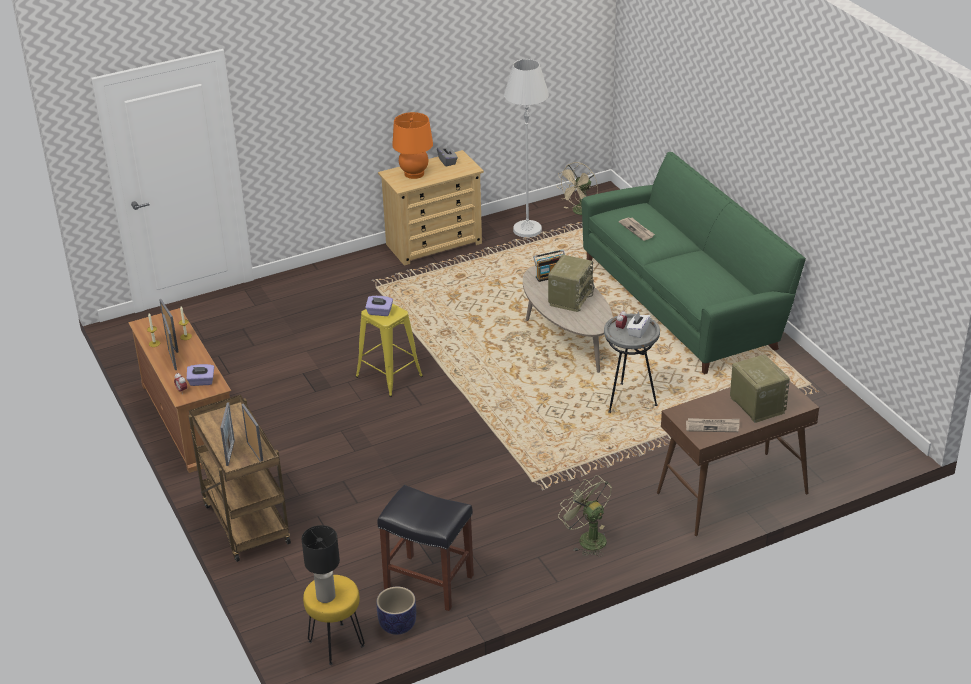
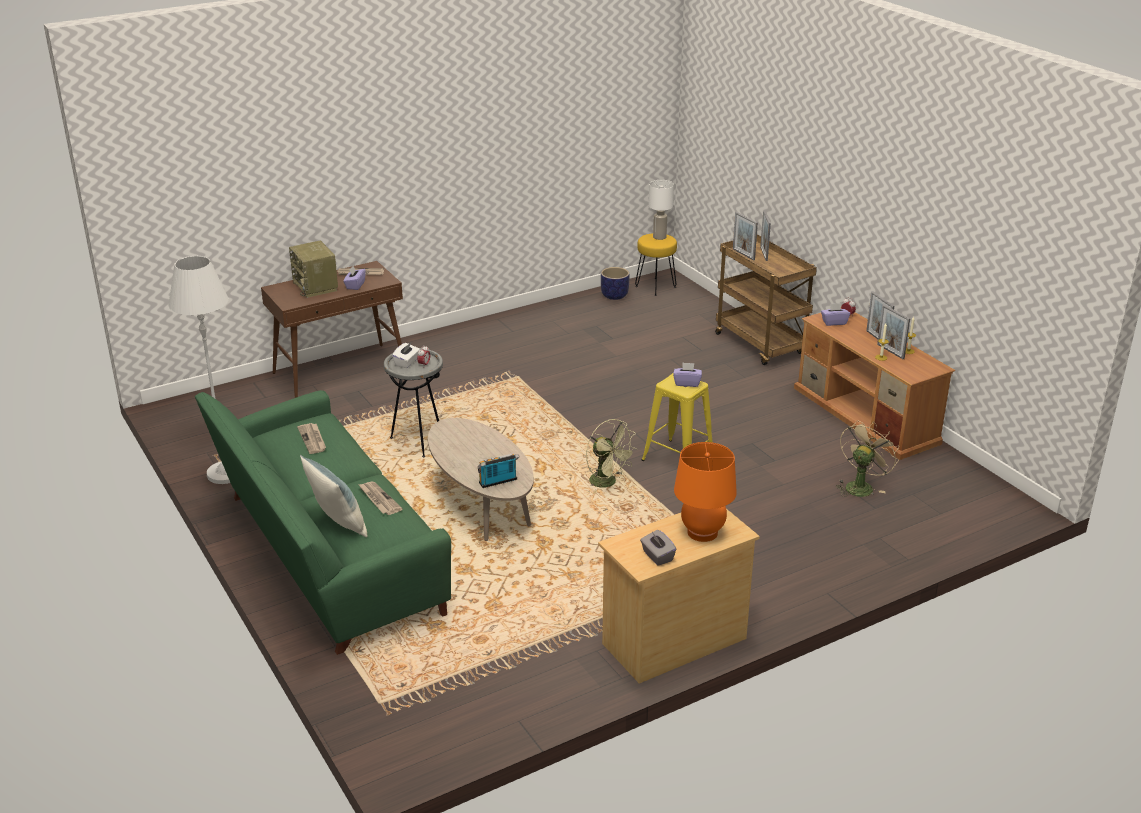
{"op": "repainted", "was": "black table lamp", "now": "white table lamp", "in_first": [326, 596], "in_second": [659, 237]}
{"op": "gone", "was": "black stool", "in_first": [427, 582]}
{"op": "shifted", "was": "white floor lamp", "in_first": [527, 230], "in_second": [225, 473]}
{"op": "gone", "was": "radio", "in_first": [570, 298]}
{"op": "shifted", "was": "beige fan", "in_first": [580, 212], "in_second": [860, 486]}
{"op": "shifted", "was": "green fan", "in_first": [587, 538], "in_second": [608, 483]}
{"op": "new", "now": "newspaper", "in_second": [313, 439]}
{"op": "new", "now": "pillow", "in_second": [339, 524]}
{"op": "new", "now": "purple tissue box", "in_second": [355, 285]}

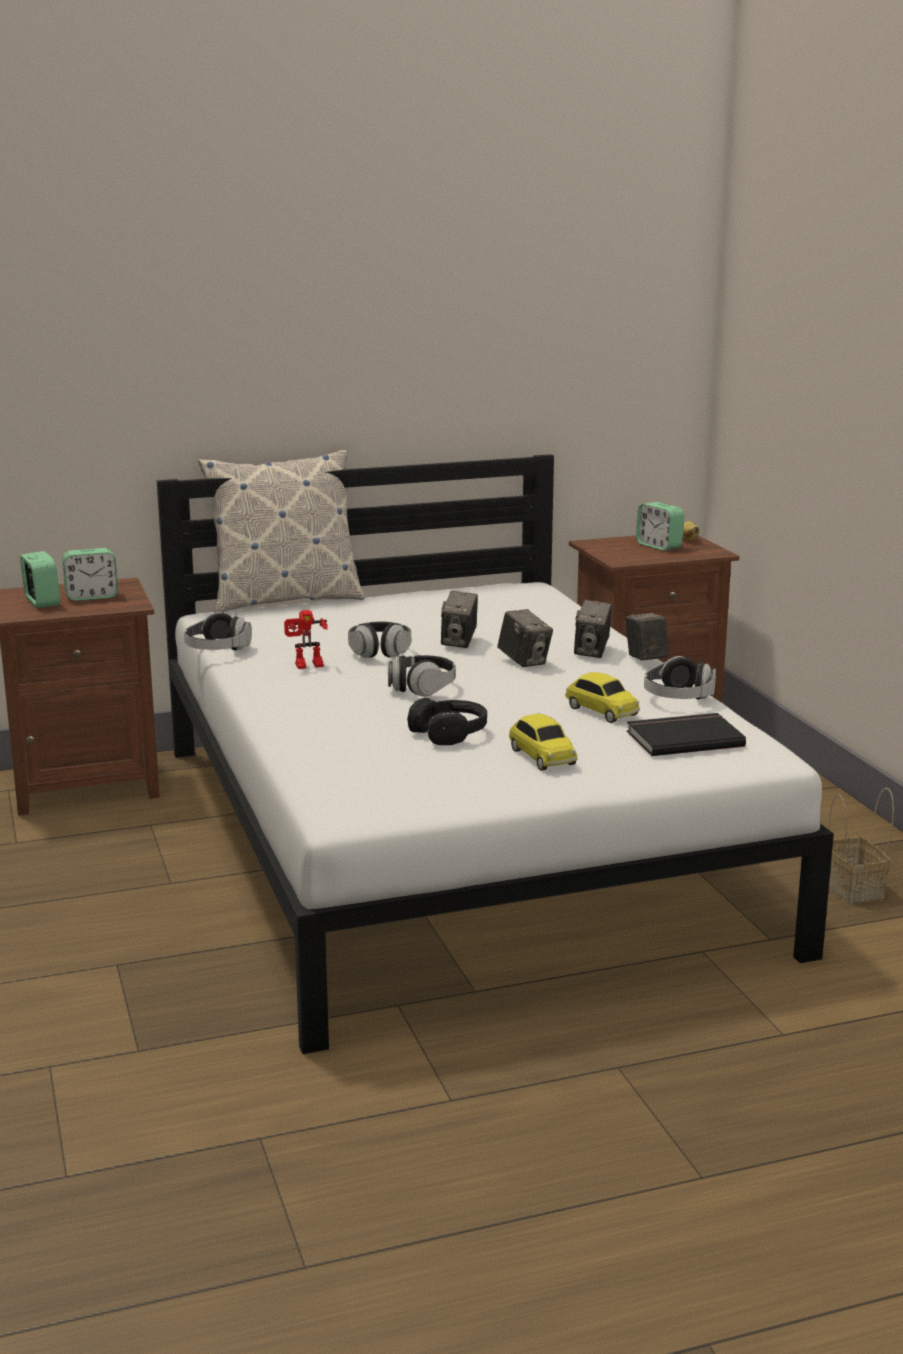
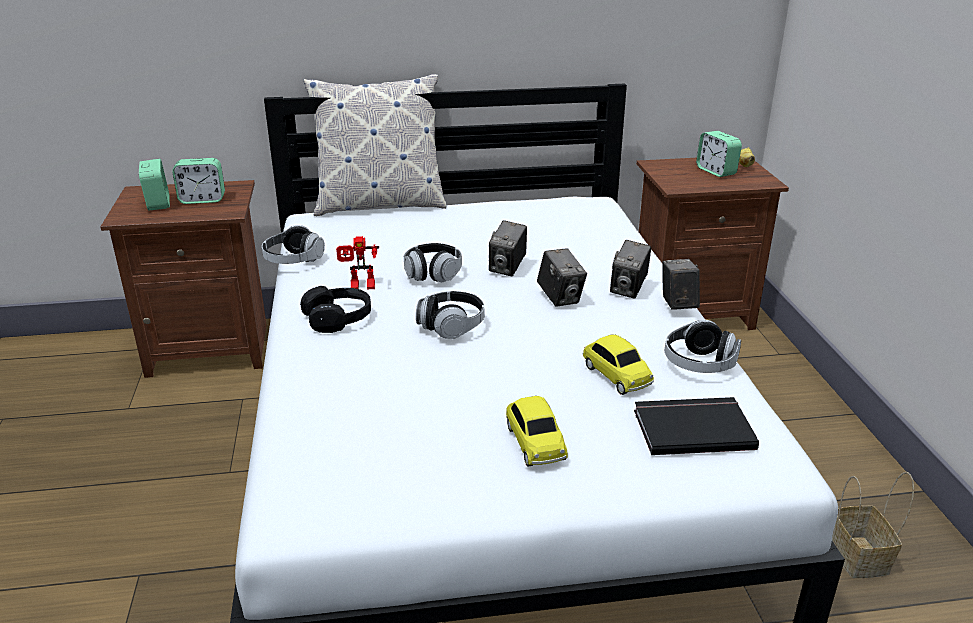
{"op": "shifted", "was": "black headphones", "in_first": [449, 733], "in_second": [338, 318]}

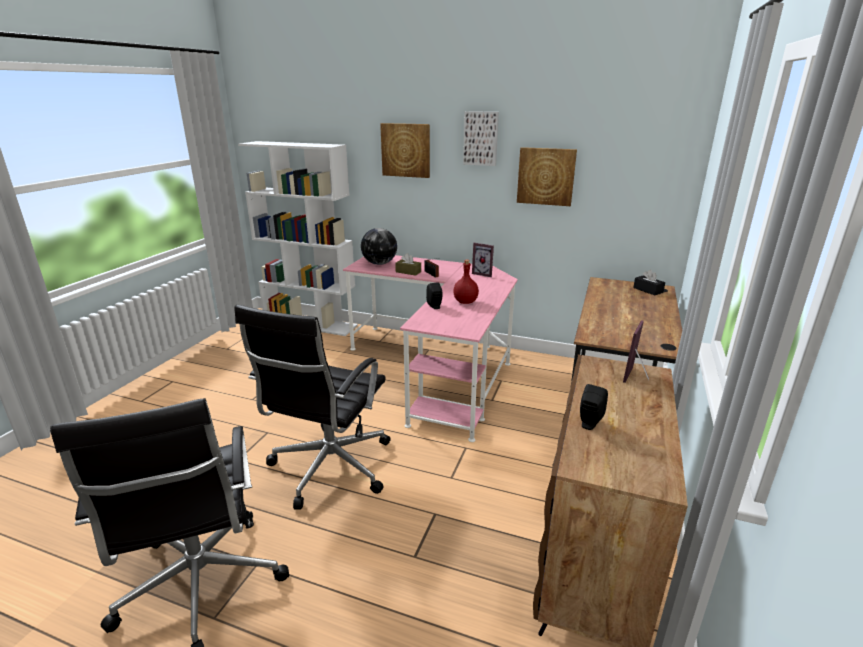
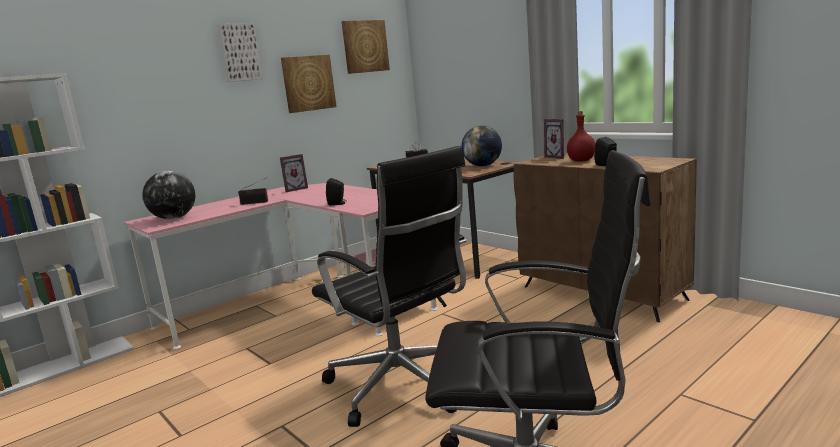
{"op": "shifted", "was": "picture", "in_first": [406, 150], "in_second": [365, 46]}
{"op": "gone", "was": "brown tissue box", "in_first": [408, 272]}
{"op": "shifted", "was": "red bottle", "in_first": [465, 302], "in_second": [581, 161]}
{"op": "new", "now": "globe", "in_second": [483, 165]}

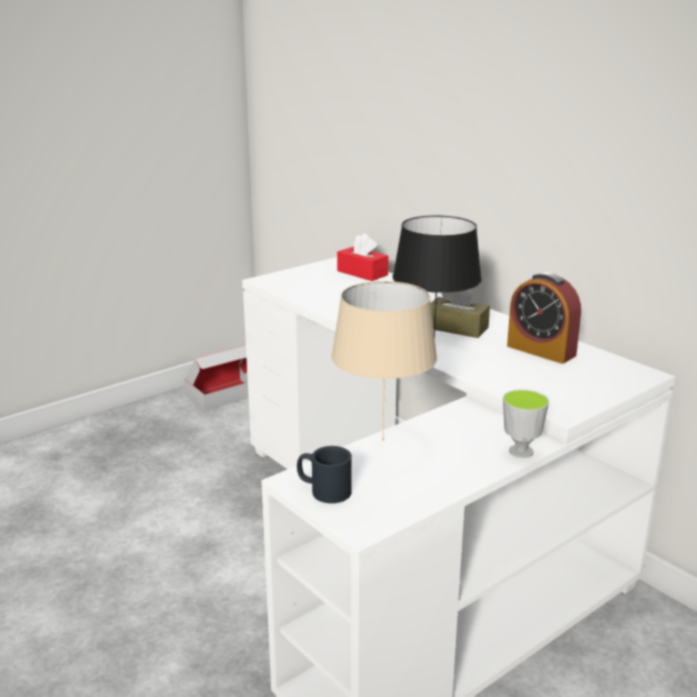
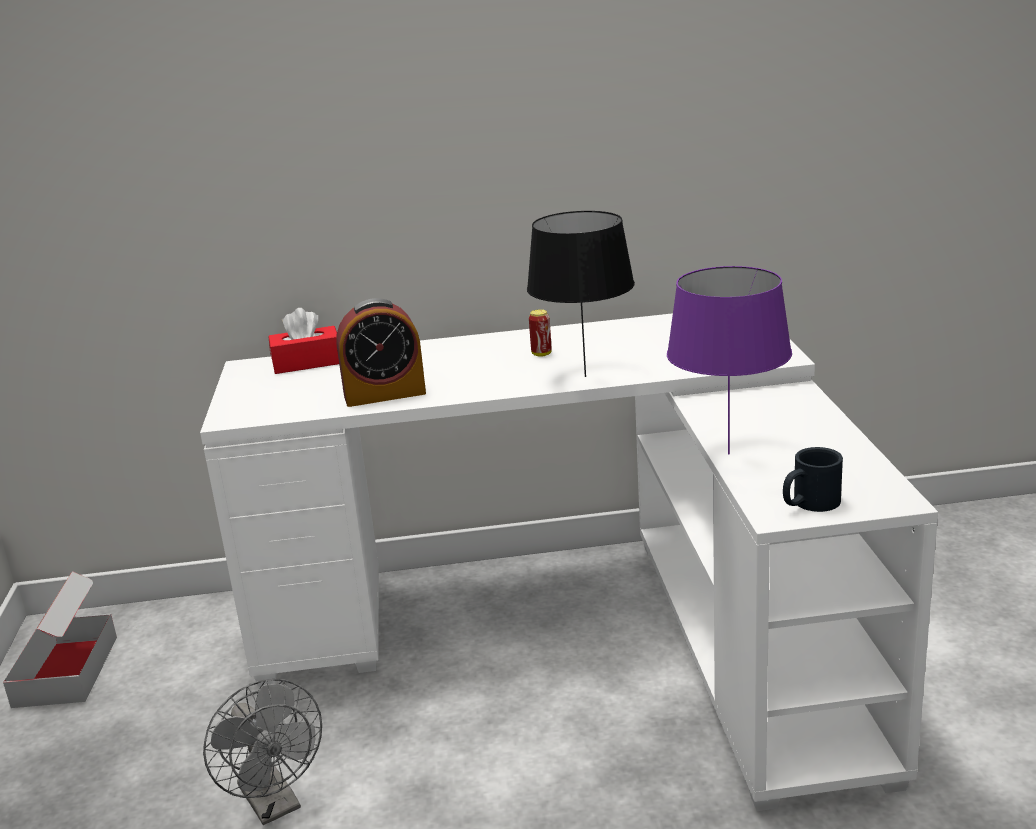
{"op": "repainted", "was": "beige table lamp", "now": "purple table lamp", "in_first": [382, 440], "in_second": [730, 454]}
{"op": "swapped", "was": "brown tissue box", "now": "can", "in_first": [457, 328], "in_second": [541, 354]}
{"op": "gone", "was": "cup", "in_first": [521, 452]}
{"op": "shifted", "was": "alarm clock", "in_first": [541, 350], "in_second": [384, 394]}
{"op": "new", "now": "grey fan", "in_second": [275, 805]}

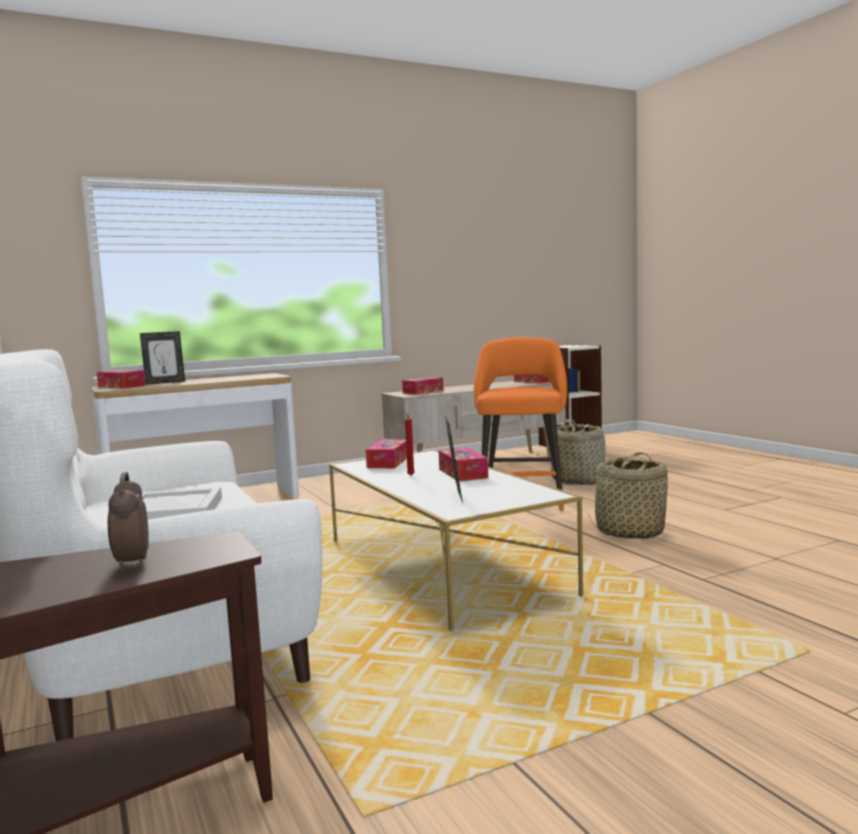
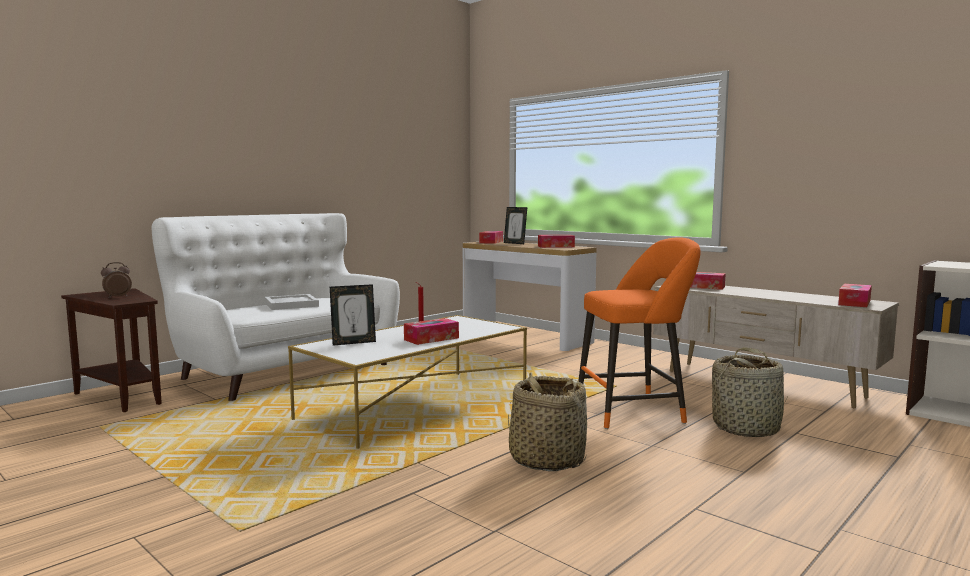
{"op": "shifted", "was": "tissue box", "in_first": [388, 462], "in_second": [556, 246]}

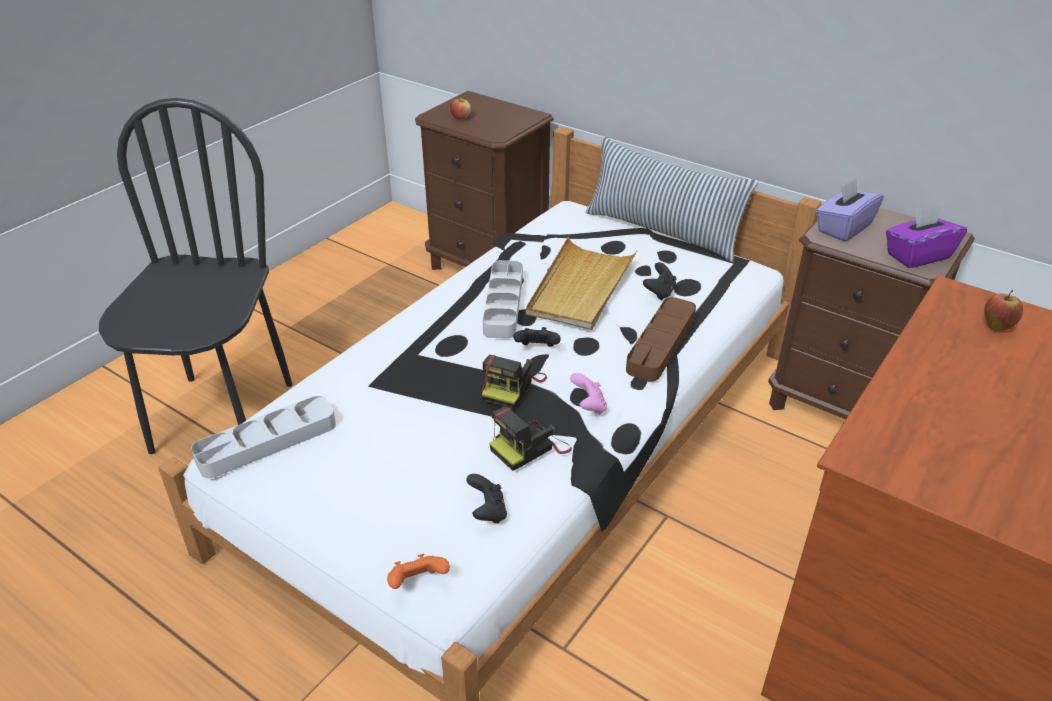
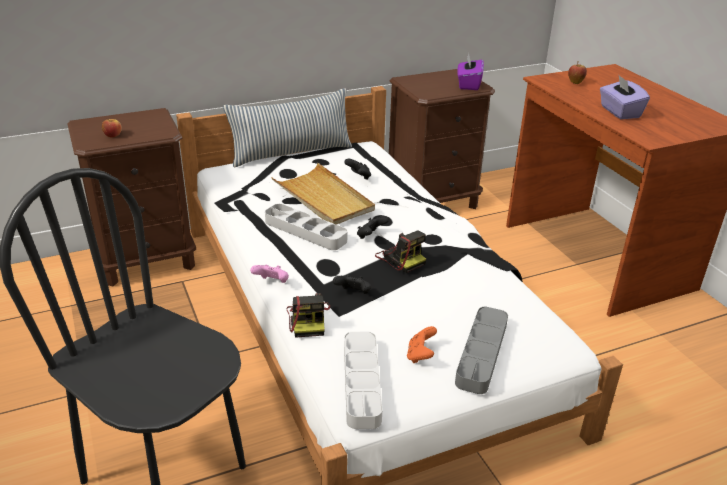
{"op": "shifted", "was": "orange game controller", "in_first": [418, 583], "in_second": [420, 355]}
{"op": "shifted", "was": "black game controller", "in_first": [487, 512], "in_second": [353, 294]}
{"op": "shifted", "was": "photo camera", "in_first": [530, 447], "in_second": [308, 320]}
{"op": "shifted", "was": "pink game controller", "in_first": [589, 406], "in_second": [272, 283]}
{"op": "gone", "was": "brown tray", "in_first": [661, 343]}
{"op": "shifted", "was": "purple tissue box", "in_first": [843, 228], "in_second": [619, 112]}
{"op": "new", "now": "grey tray", "in_second": [481, 353]}

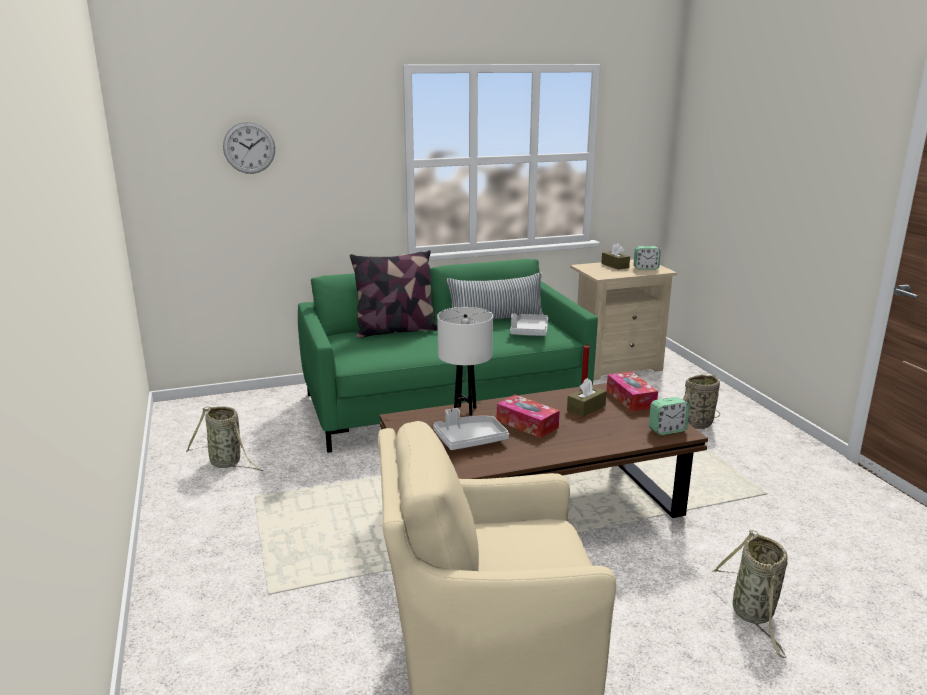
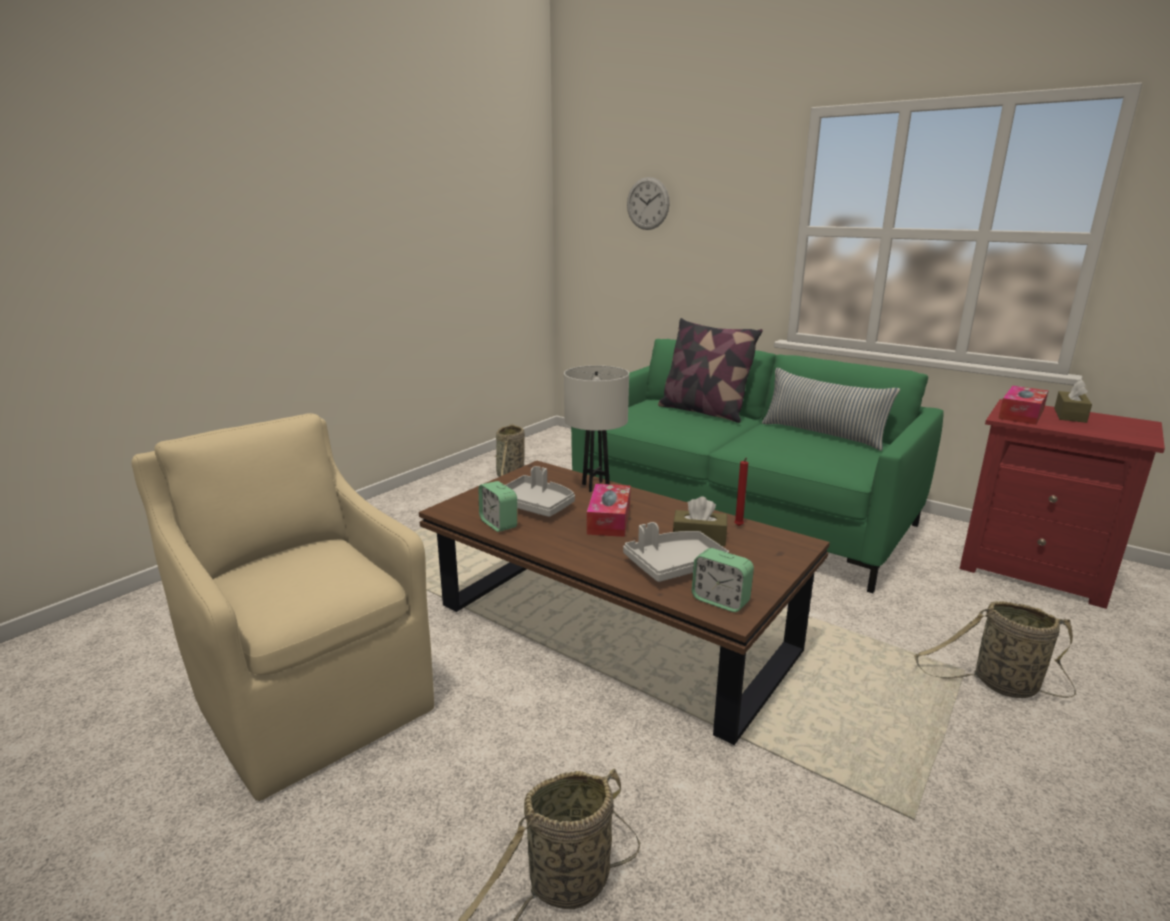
{"op": "shifted", "was": "grey tray", "in_first": [529, 331], "in_second": [674, 565]}
{"op": "repainted", "was": "beige nightstand", "now": "red nightstand", "in_first": [615, 365], "in_second": [1035, 570]}
{"op": "shifted", "was": "tissue box", "in_first": [630, 399], "in_second": [1021, 414]}
{"op": "shifted", "was": "alarm clock", "in_first": [646, 268], "in_second": [498, 524]}

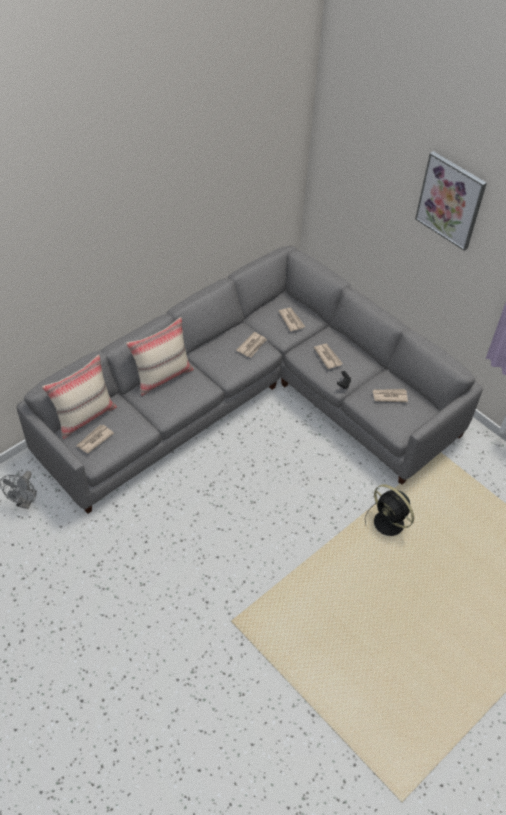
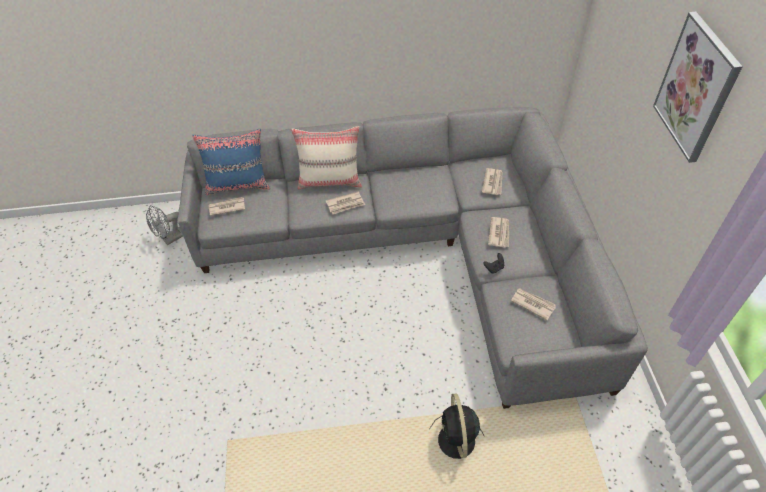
{"op": "repainted", "was": "beige pillow", "now": "blue pillow", "in_first": [85, 416], "in_second": [238, 185]}
{"op": "shifted", "was": "newspaper", "in_first": [252, 346], "in_second": [345, 204]}

